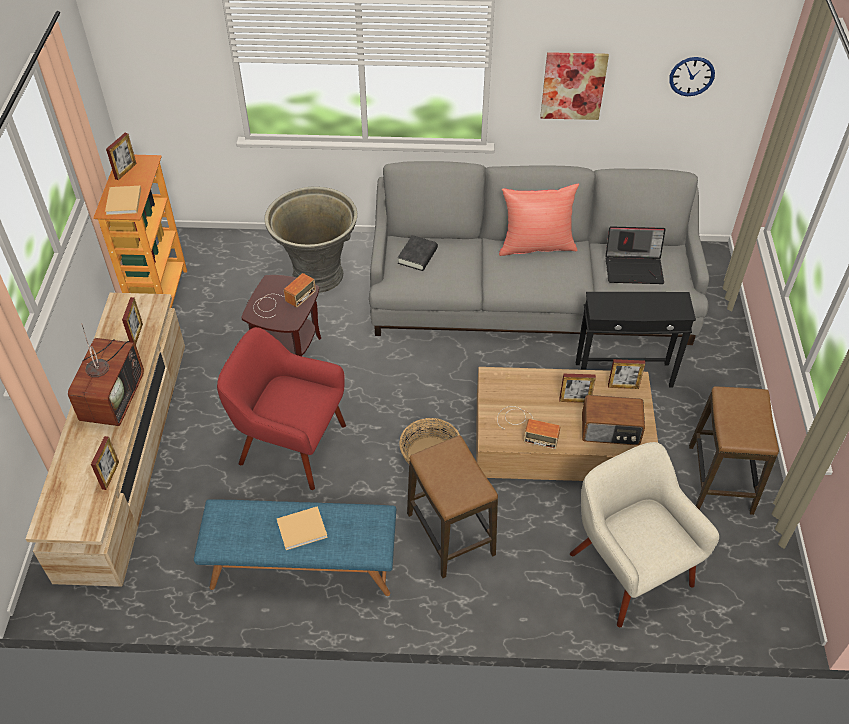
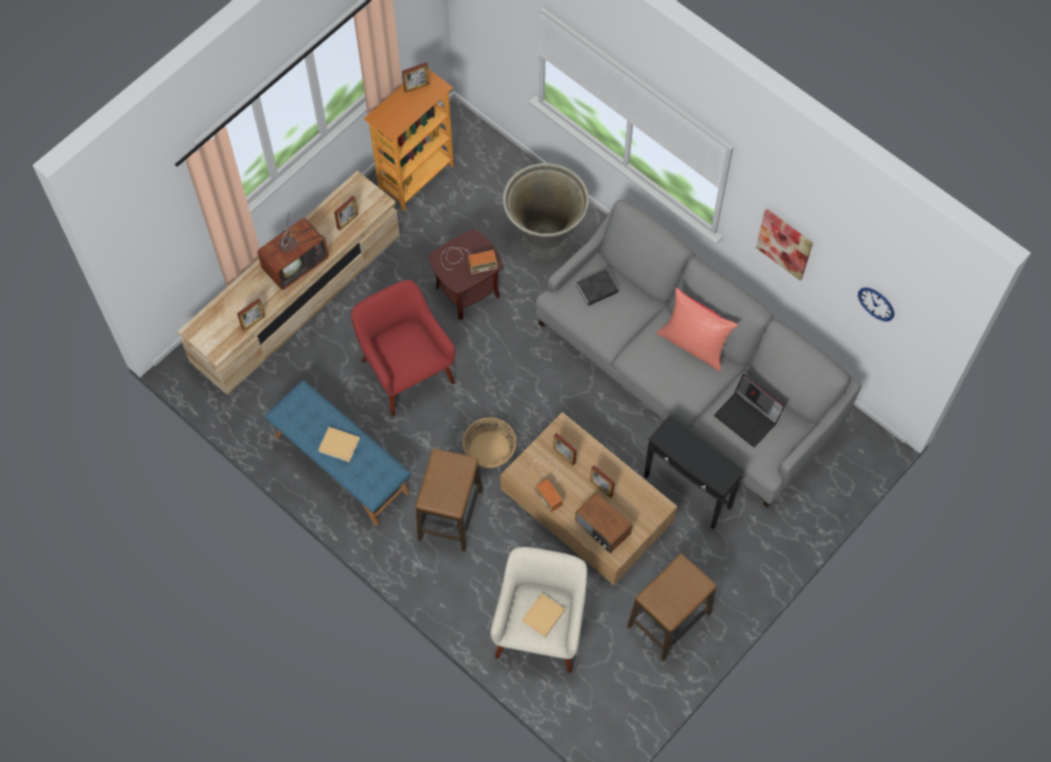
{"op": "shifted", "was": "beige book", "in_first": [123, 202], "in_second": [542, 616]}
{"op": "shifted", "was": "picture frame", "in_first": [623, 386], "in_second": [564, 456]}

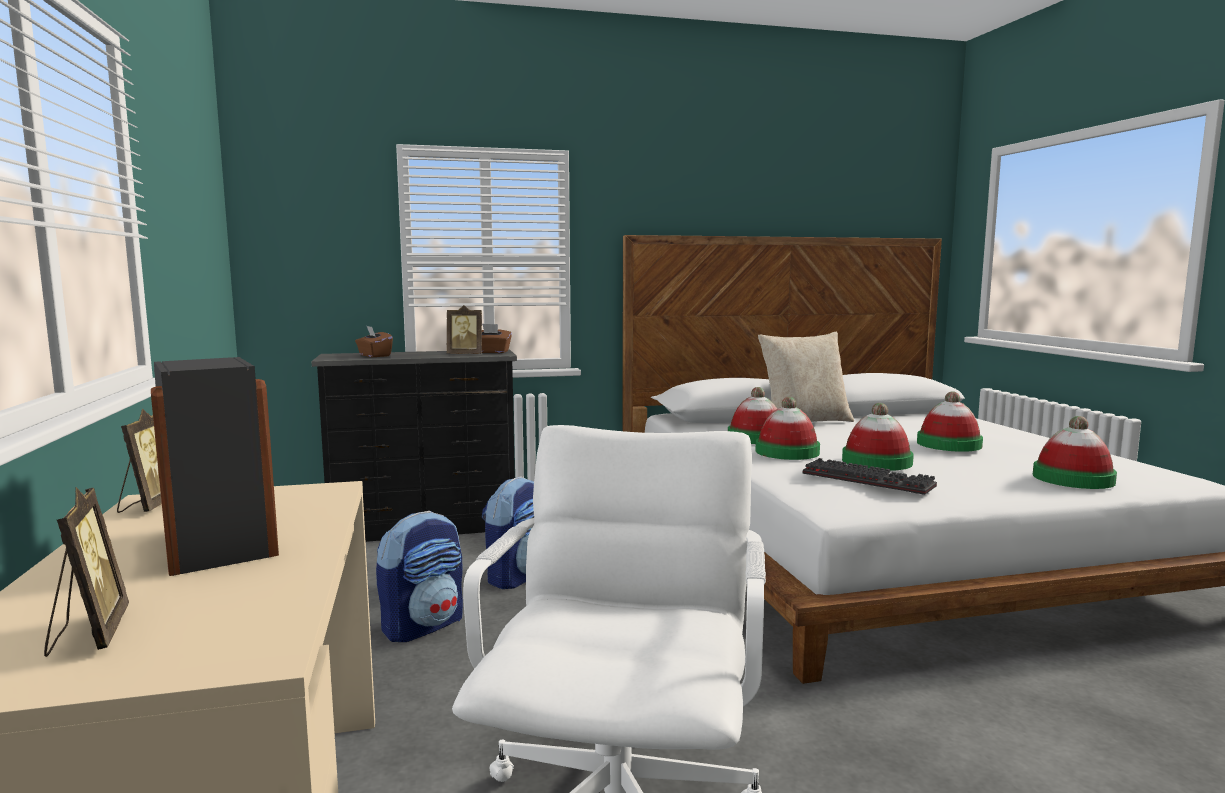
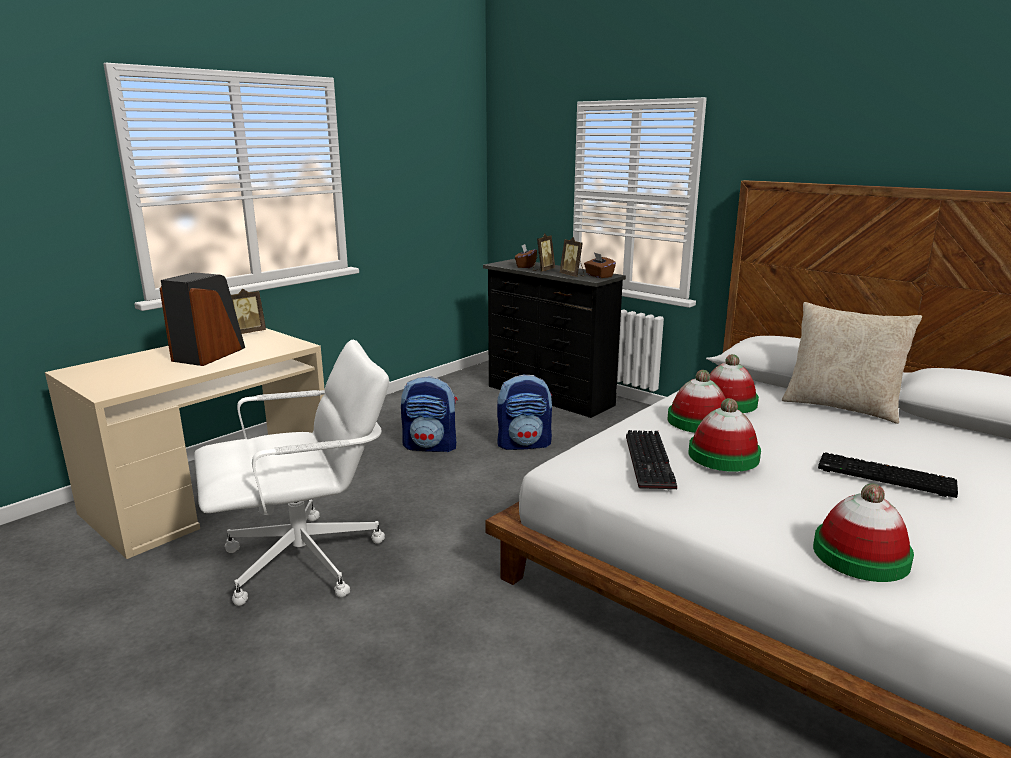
{"op": "shifted", "was": "picture frame", "in_first": [88, 635], "in_second": [543, 270]}
{"op": "swapped", "was": "hat", "now": "keyboard", "in_first": [949, 444], "in_second": [883, 477]}

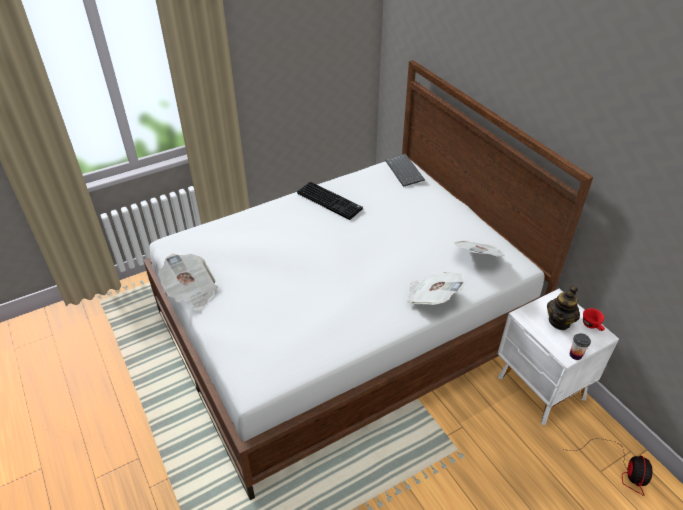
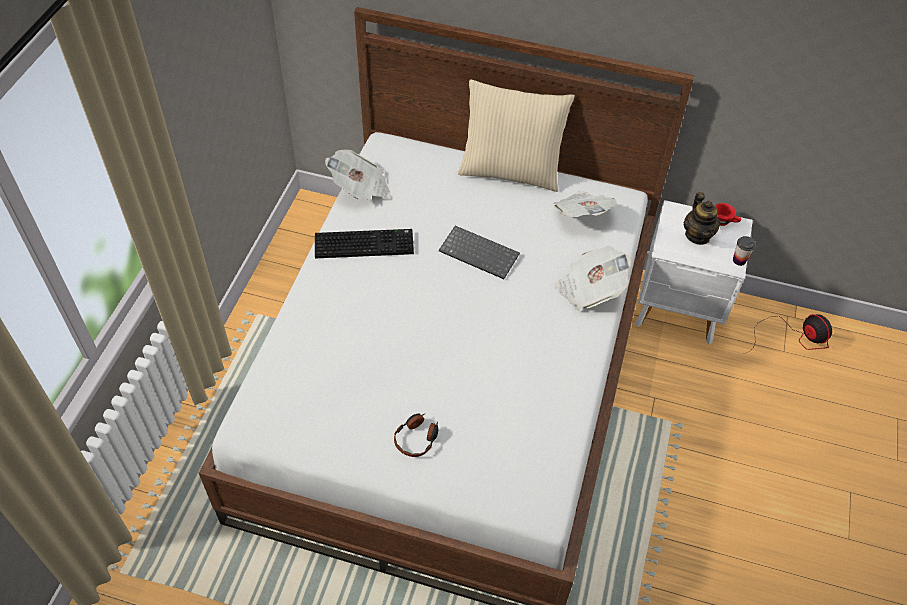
{"op": "shifted", "was": "newspaper", "in_first": [191, 291], "in_second": [360, 188]}
{"op": "shifted", "was": "keyboard", "in_first": [405, 171], "in_second": [480, 253]}
{"op": "new", "now": "headphones", "in_second": [417, 438]}
{"op": "new", "now": "beige pillow", "in_second": [510, 171]}

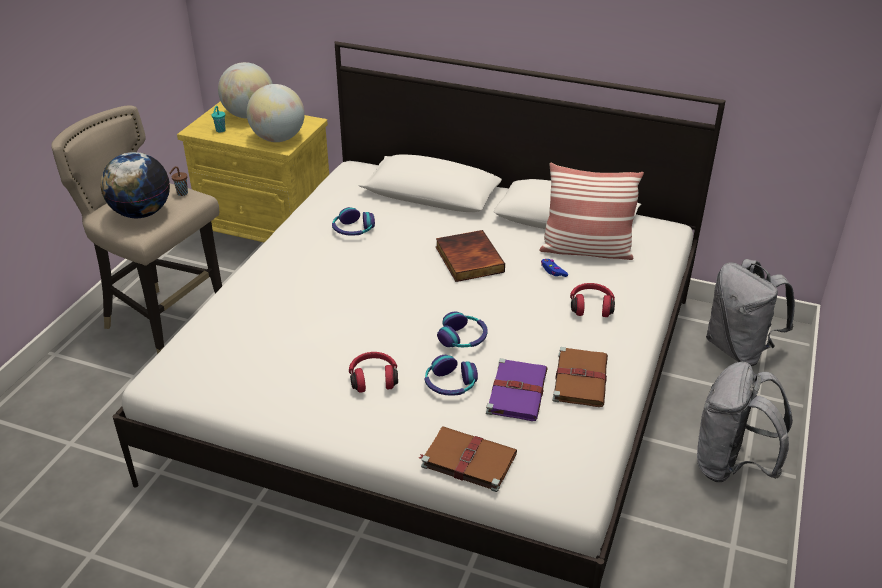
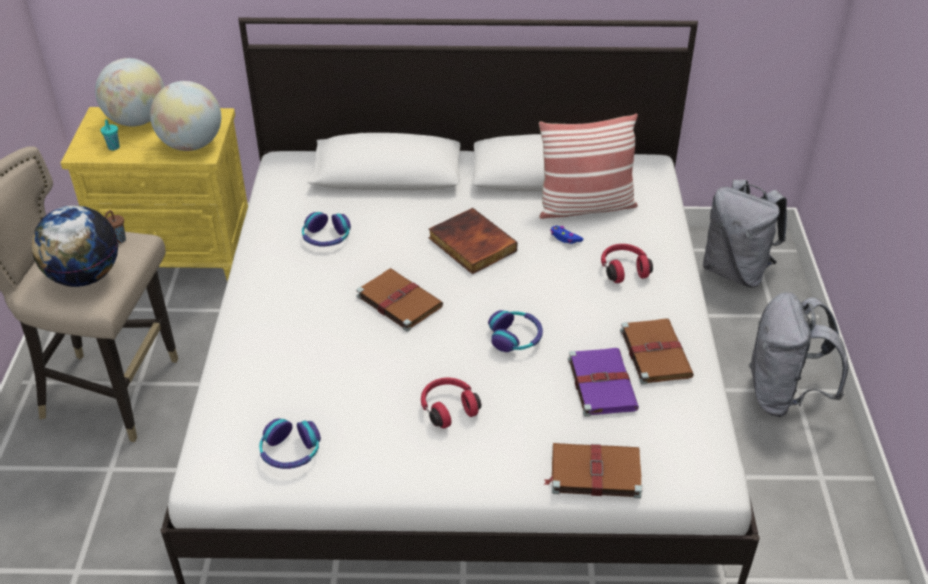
{"op": "shifted", "was": "headphones", "in_first": [450, 384], "in_second": [290, 451]}
{"op": "new", "now": "brown book", "in_second": [398, 301]}

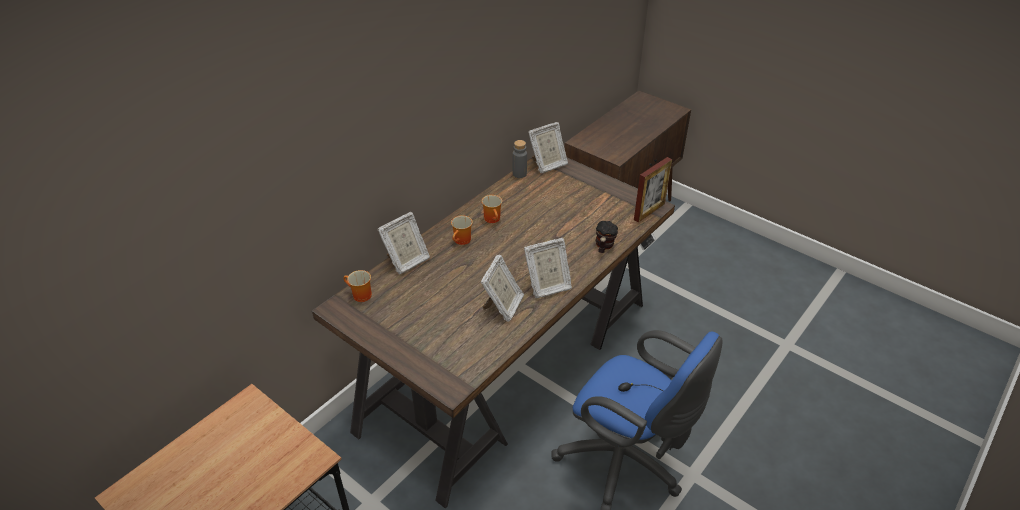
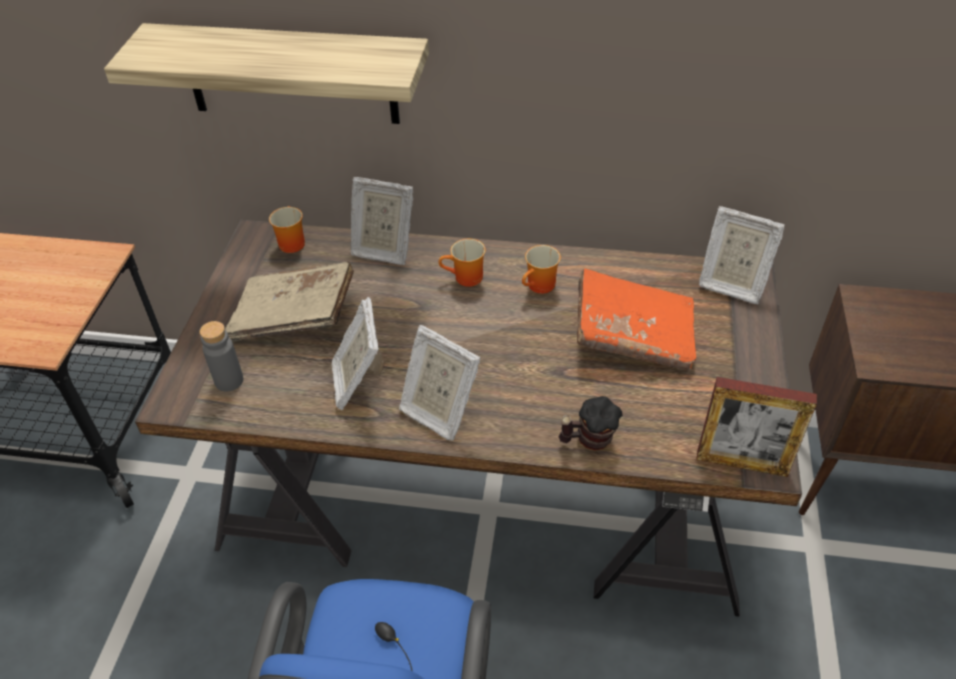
{"op": "rotated", "was": "picture frame", "in_first": [503, 307], "in_second": [359, 381], "clockwise": 90}
{"op": "shifted", "was": "grey bottle", "in_first": [519, 174], "in_second": [229, 381]}
{"op": "new", "now": "shelf", "in_second": [290, 74]}
{"op": "new", "now": "beige book", "in_second": [294, 317]}
{"op": "new", "now": "orange book", "in_second": [633, 335]}

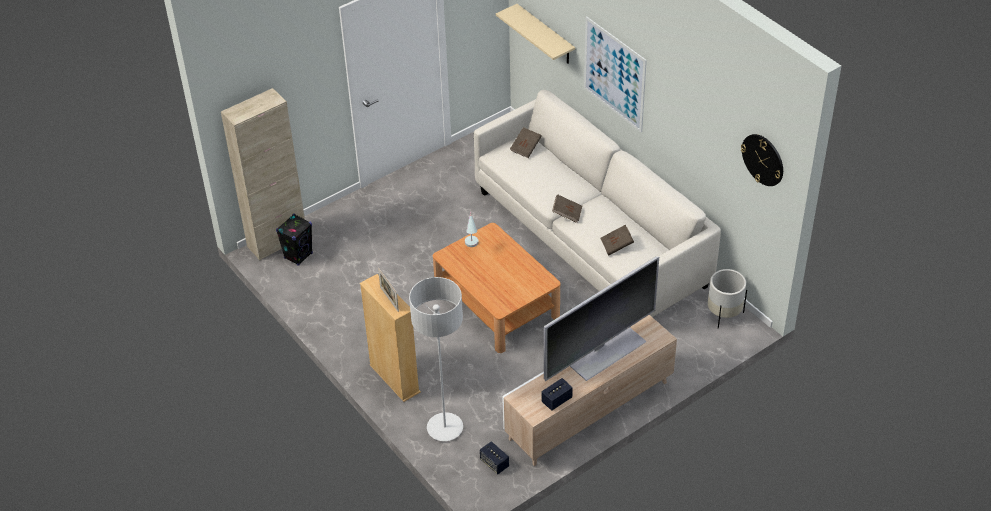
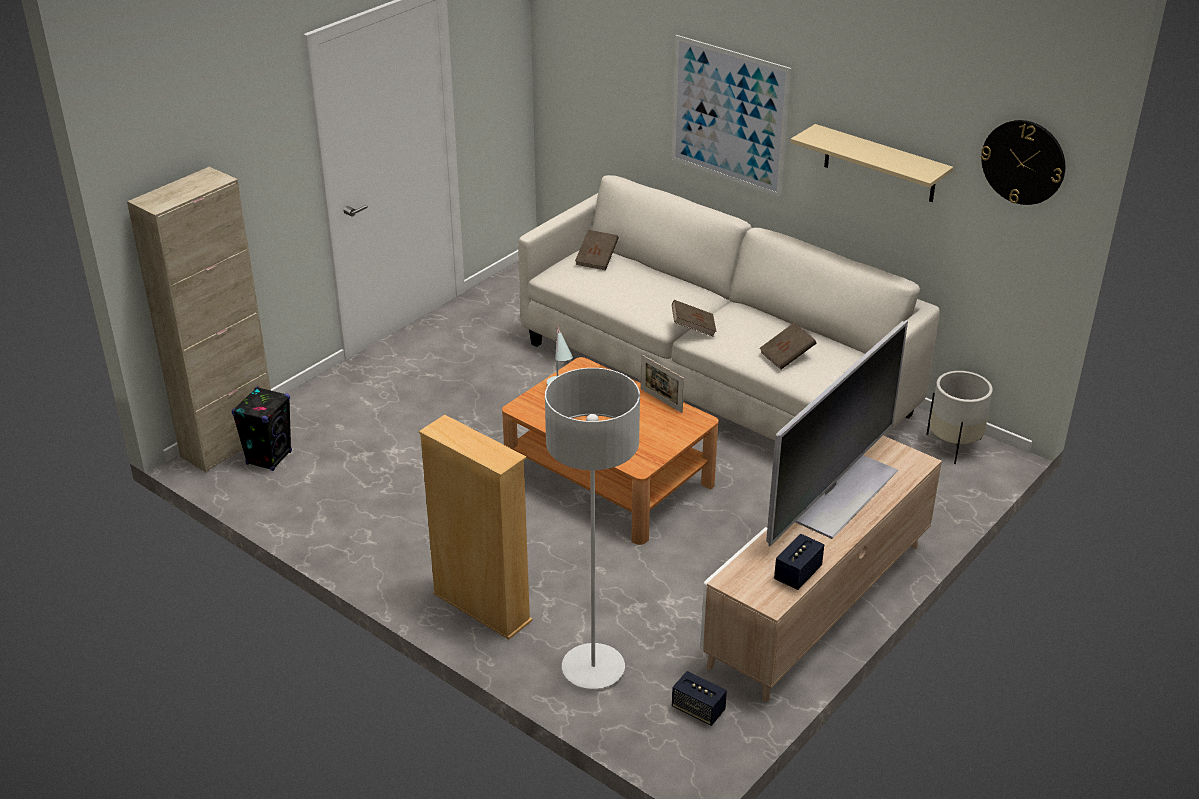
{"op": "shifted", "was": "picture frame", "in_first": [389, 299], "in_second": [661, 400]}
{"op": "shifted", "was": "beige shelf", "in_first": [545, 35], "in_second": [880, 164]}

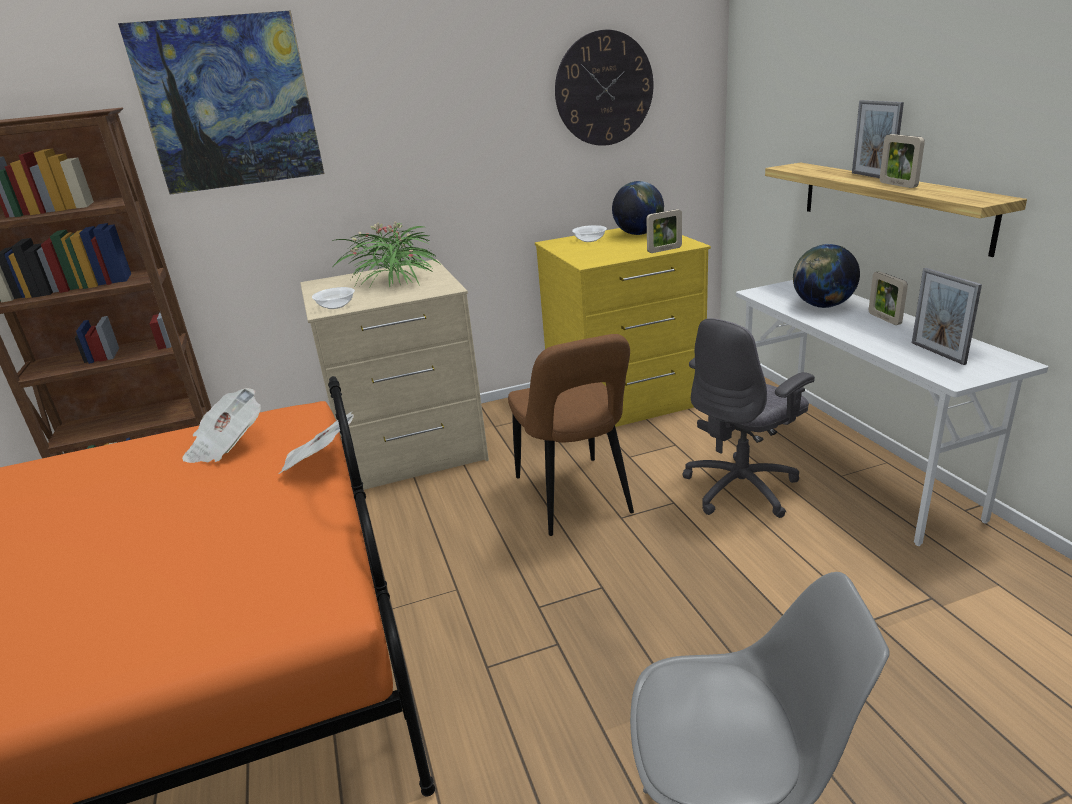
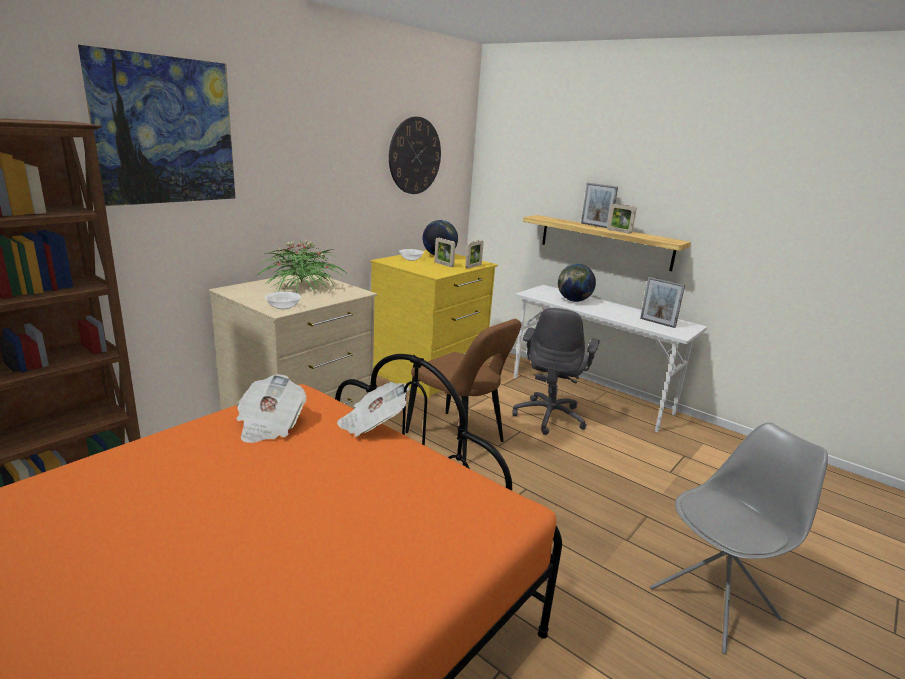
{"op": "shifted", "was": "picture frame", "in_first": [884, 319], "in_second": [443, 264]}

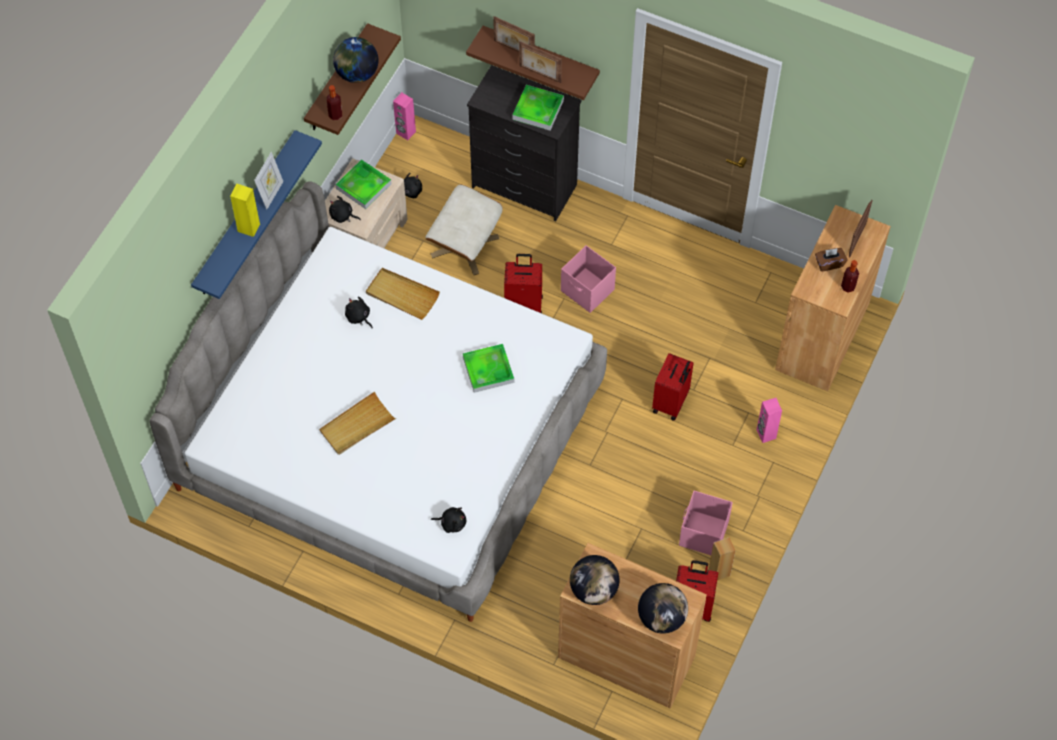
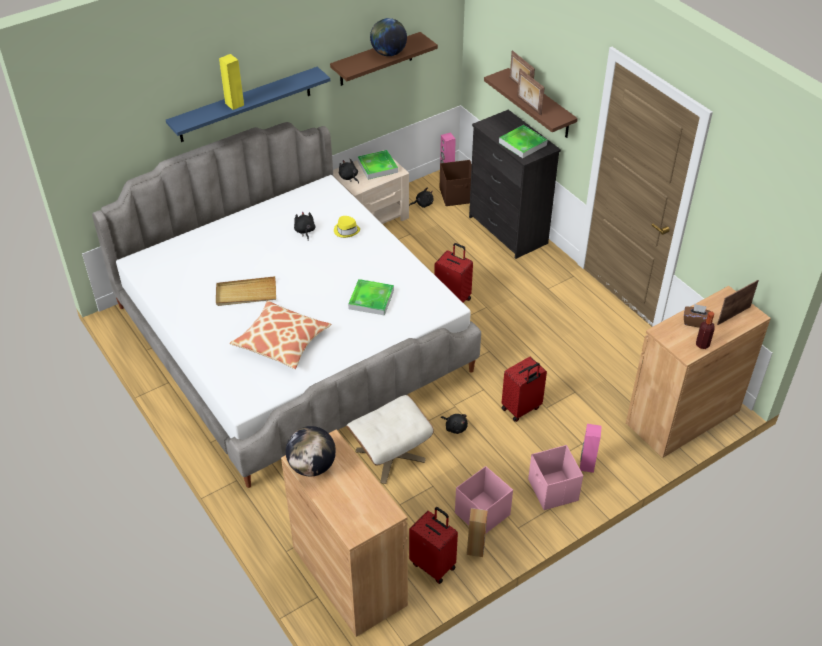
{"op": "gone", "was": "picture frame", "in_first": [271, 194]}
{"op": "gone", "was": "bottle", "in_first": [335, 115]}
{"op": "swapped", "was": "beige tray", "now": "yellow hat", "in_first": [402, 295], "in_second": [346, 230]}
{"op": "shifted", "was": "beige ottoman", "in_first": [464, 246], "in_second": [390, 455]}
{"op": "shifted", "was": "black plush toy", "in_first": [451, 523], "in_second": [455, 427]}
{"op": "shifted", "was": "pink storage box", "in_first": [587, 291], "in_second": [553, 491]}
{"op": "gone", "was": "globe", "in_first": [661, 618]}
{"op": "new", "now": "pillow", "in_second": [282, 341]}
{"op": "new", "now": "brown storage box", "in_second": [457, 196]}

